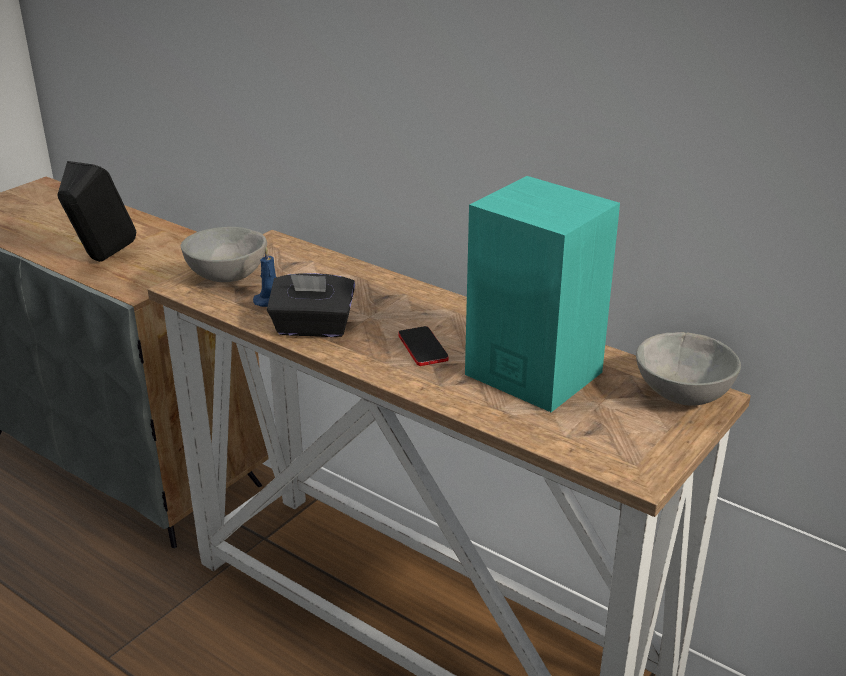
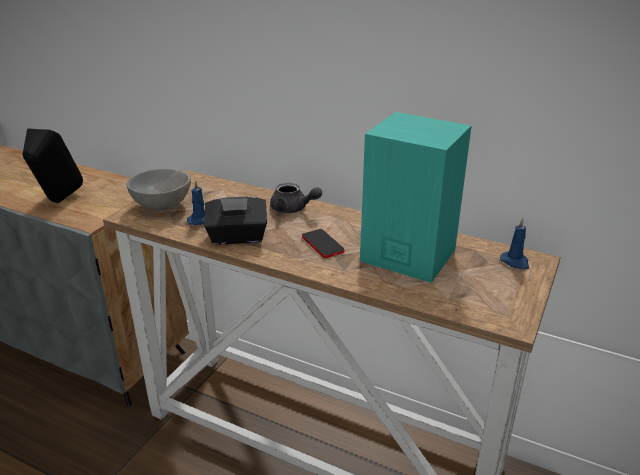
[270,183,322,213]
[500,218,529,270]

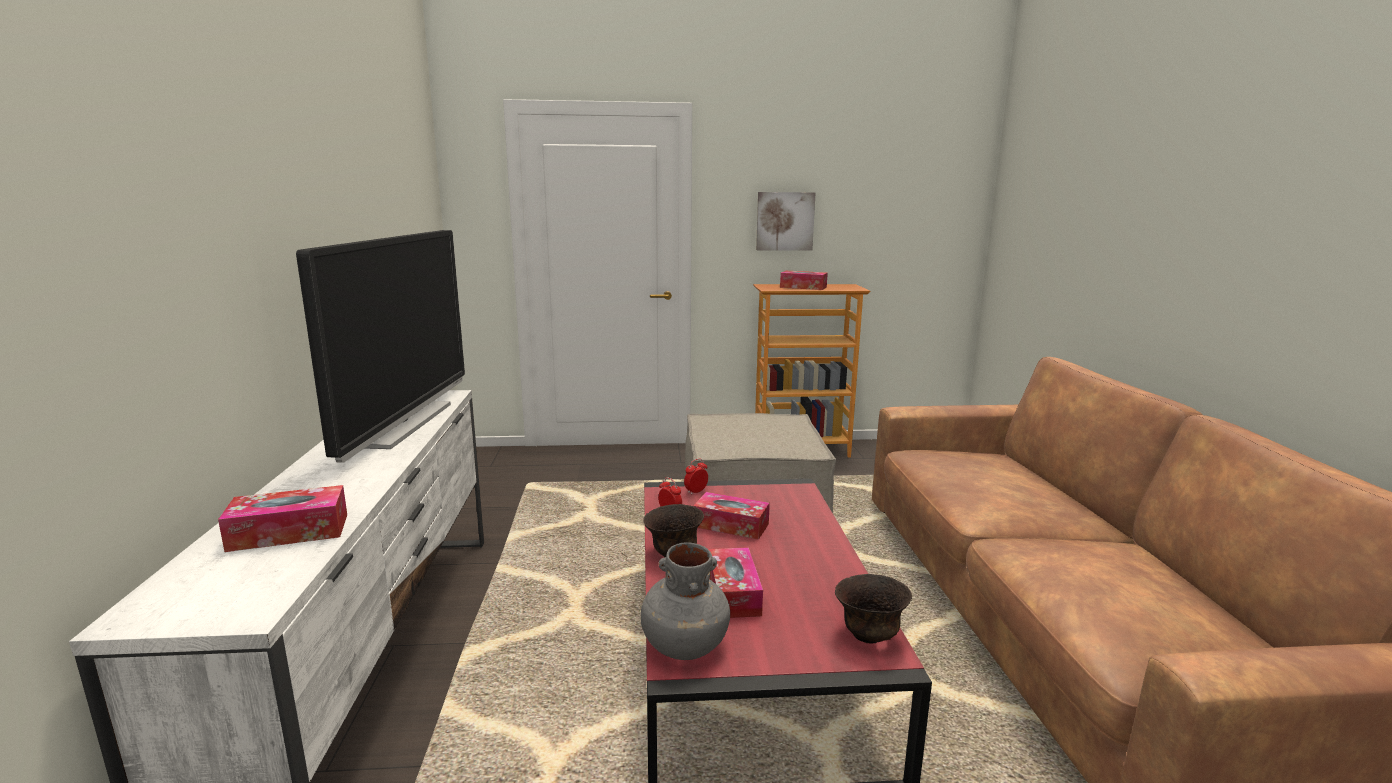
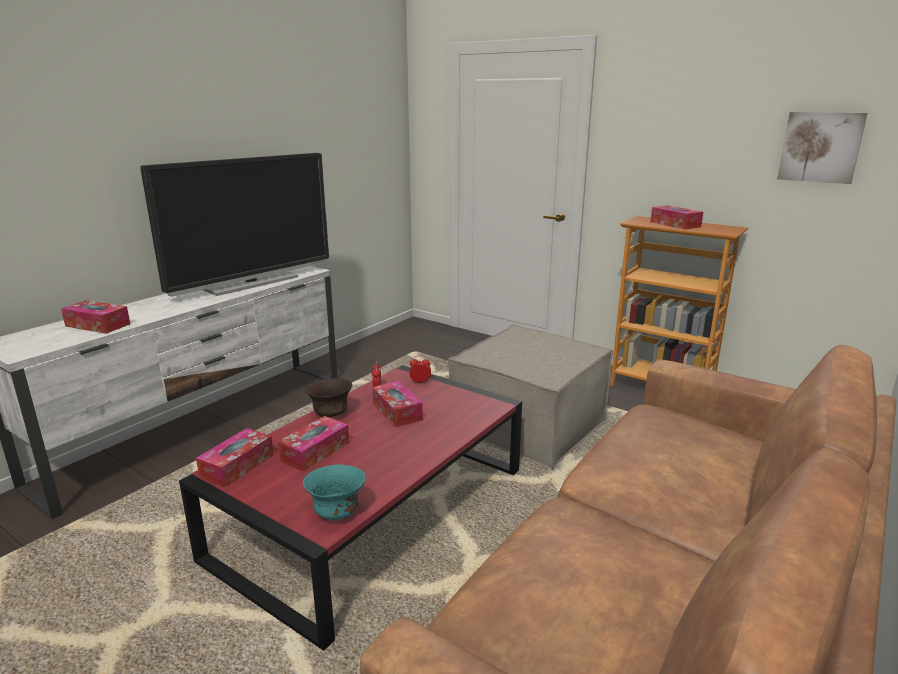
[777,112,867,184]
[196,428,274,488]
[303,464,366,520]

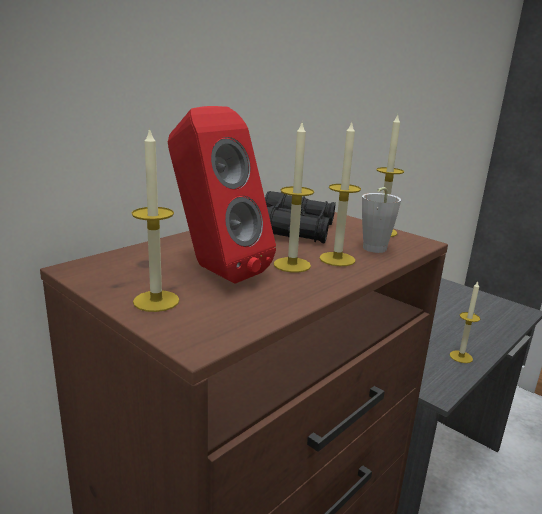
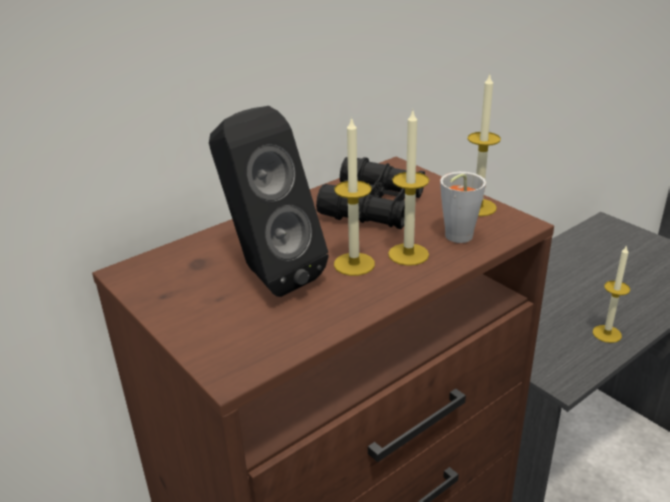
[132,127,180,312] (first image)
[209,106,328,297]

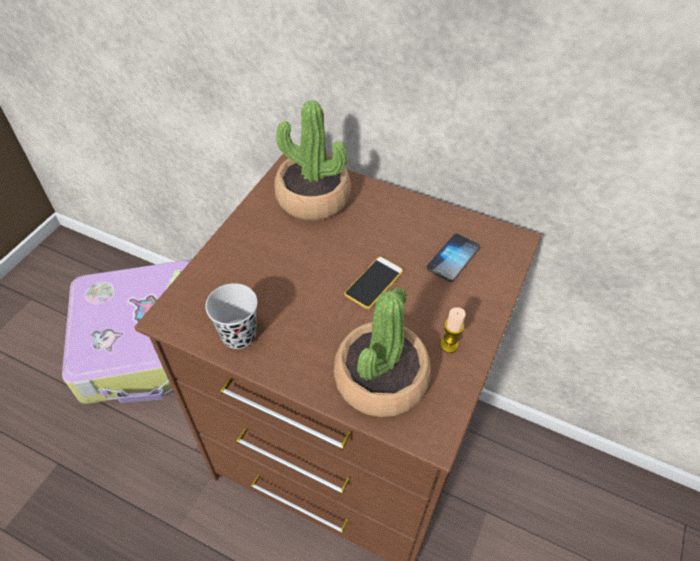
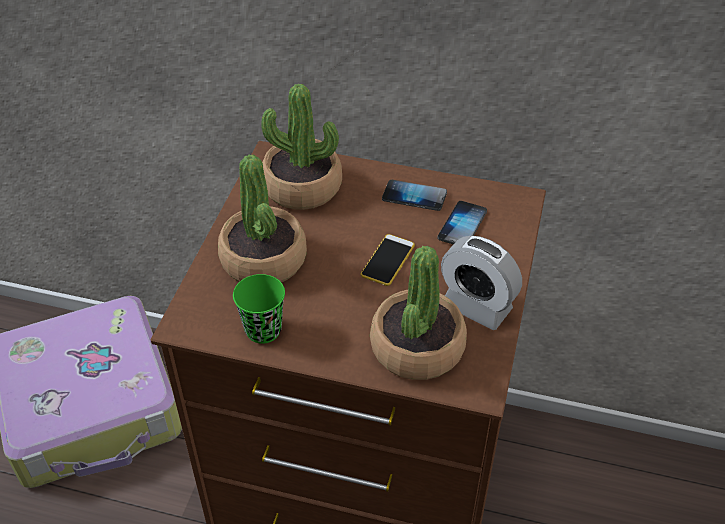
[218,155,307,283]
[382,180,447,211]
[441,236,522,330]
[233,274,285,344]

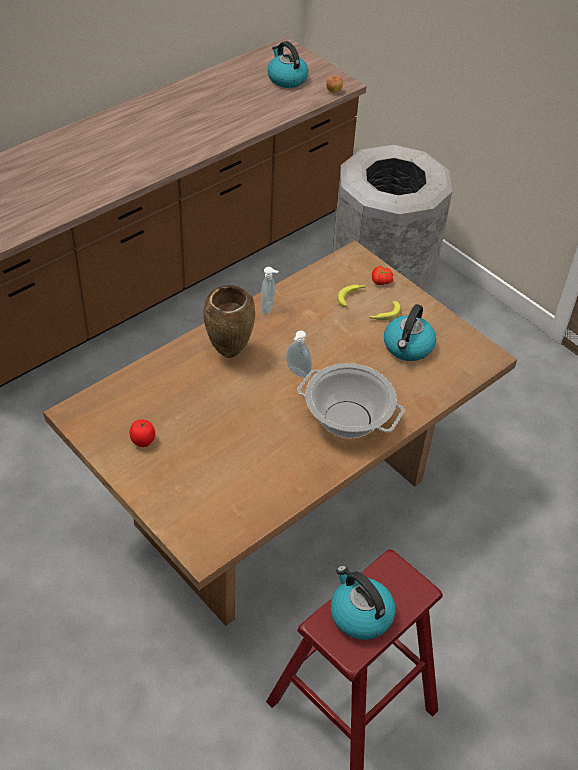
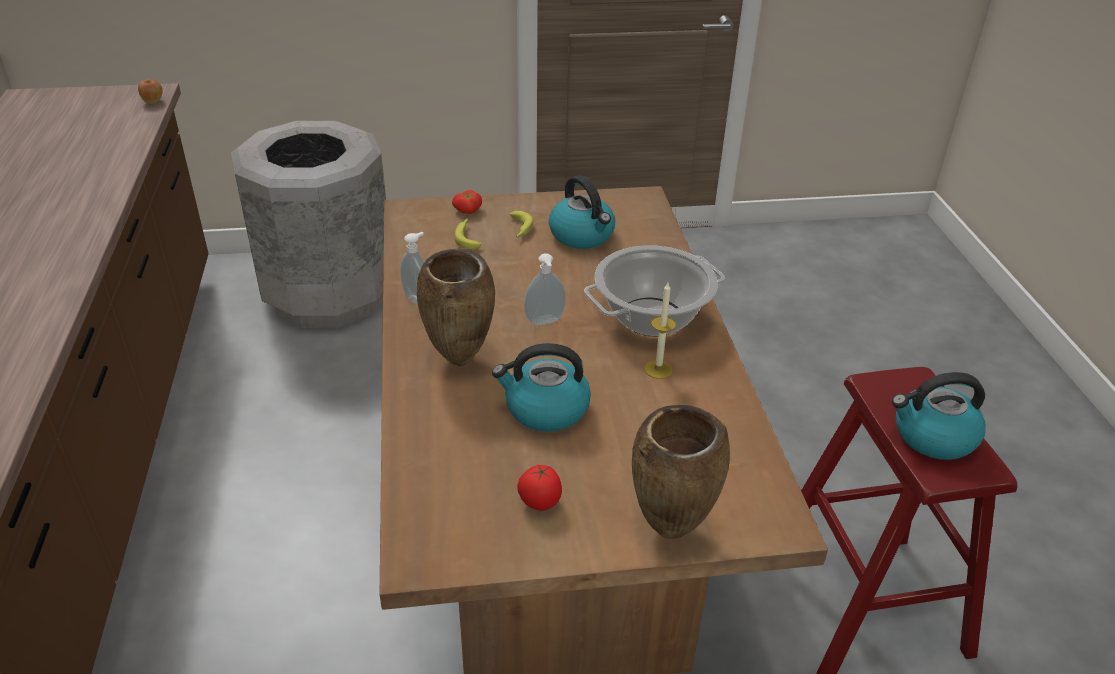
[632,405,730,539]
[644,283,676,379]
[492,343,591,432]

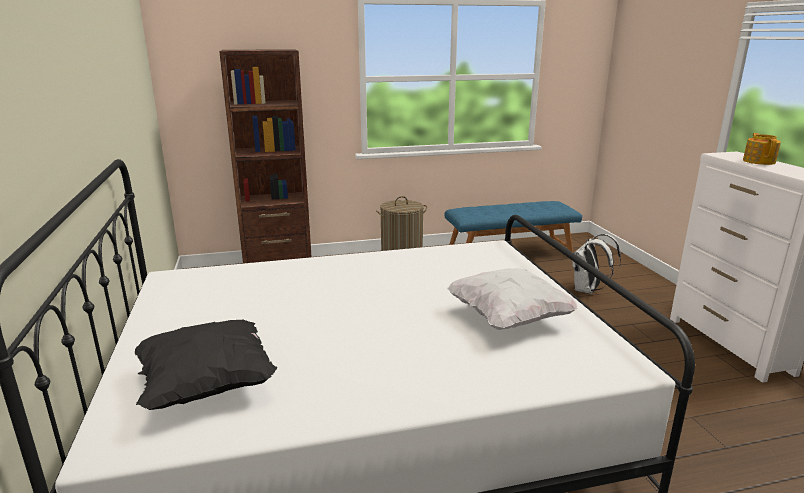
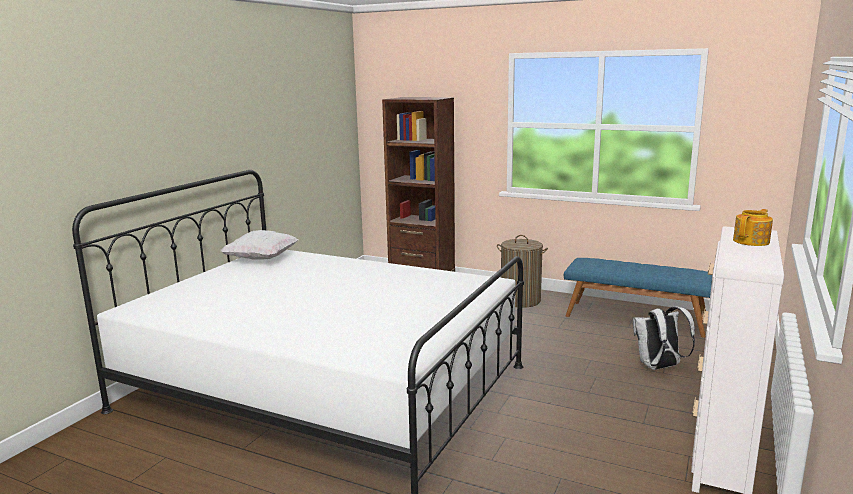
[135,320,277,410] (first image)
[221,230,299,260]

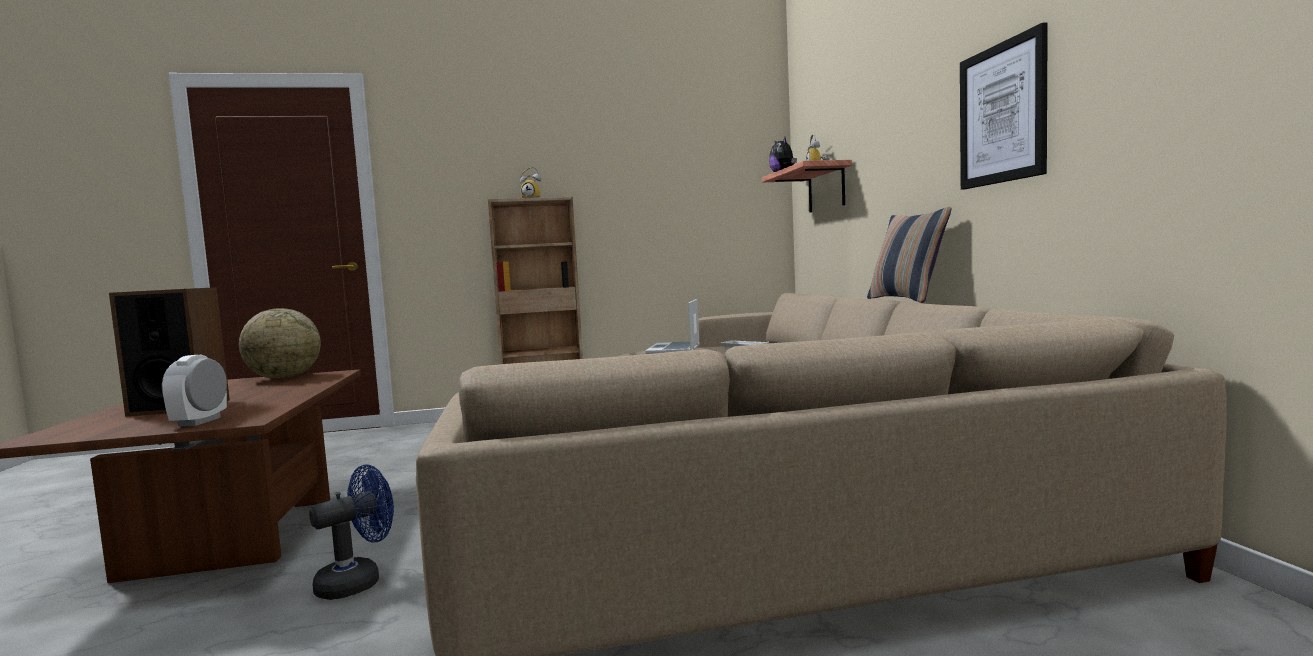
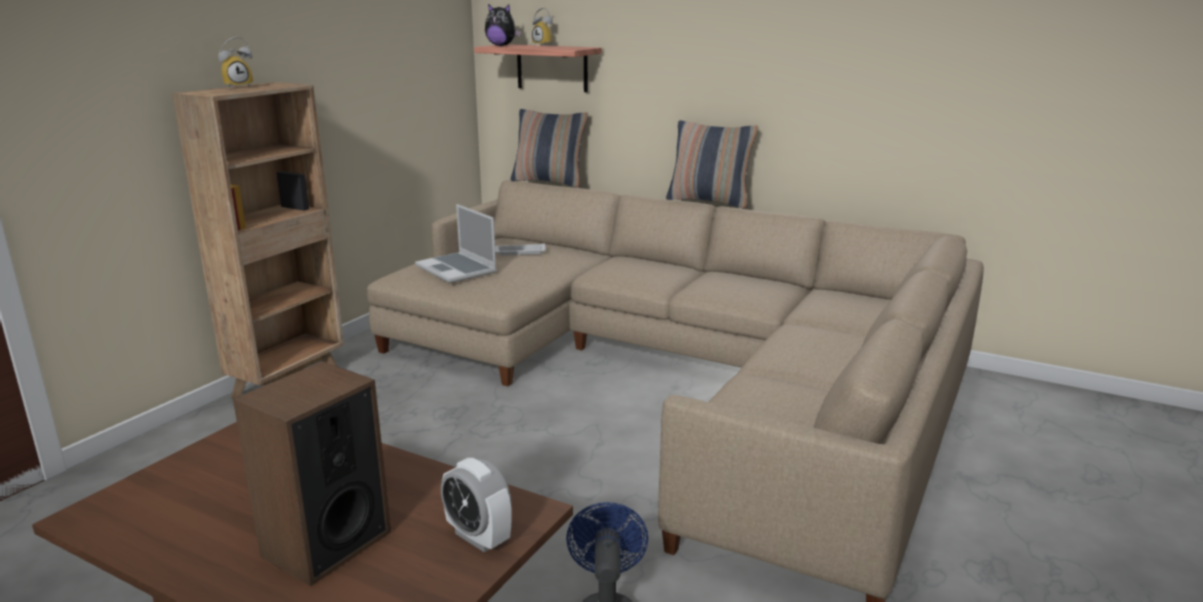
[239,308,321,379] (first image)
[960,23,1048,190] (first image)
[511,109,588,187]

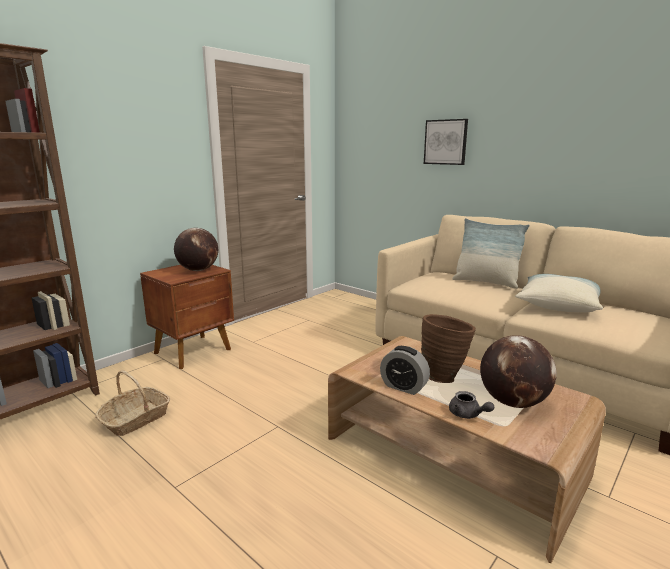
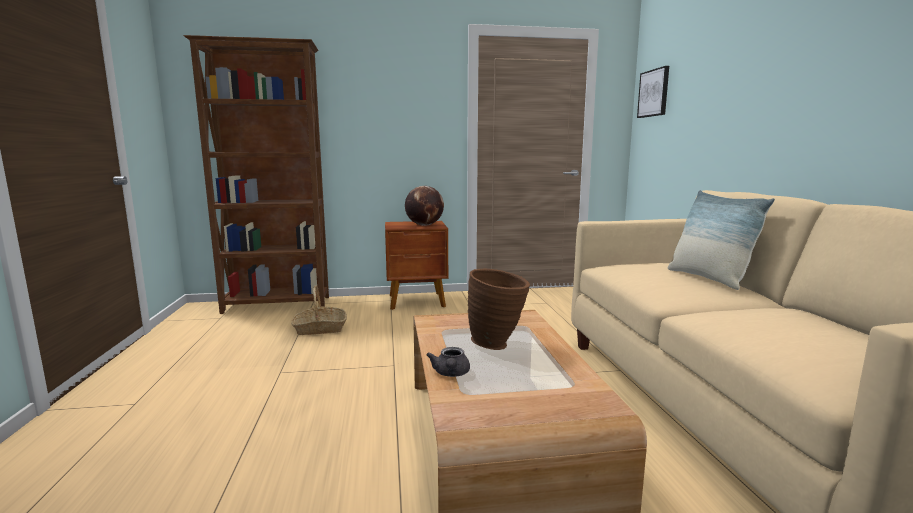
[380,346,430,395] (first image)
[480,335,557,408] (first image)
[515,274,603,313] (first image)
[637,66,669,118]

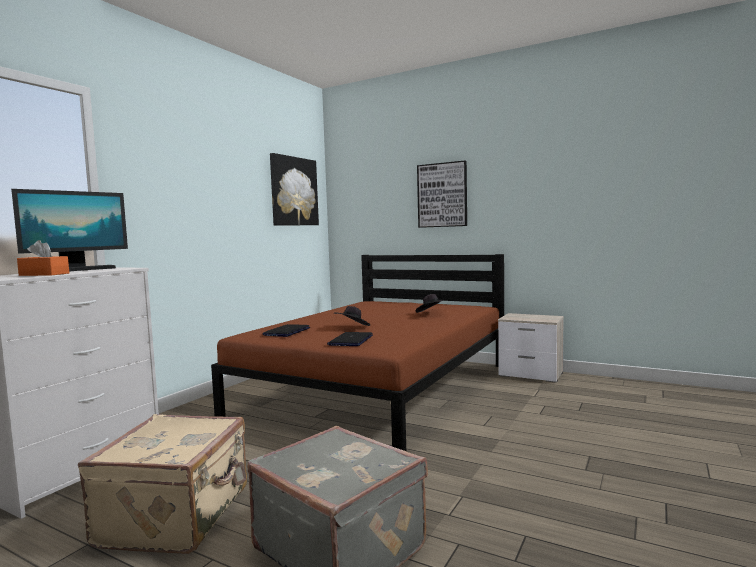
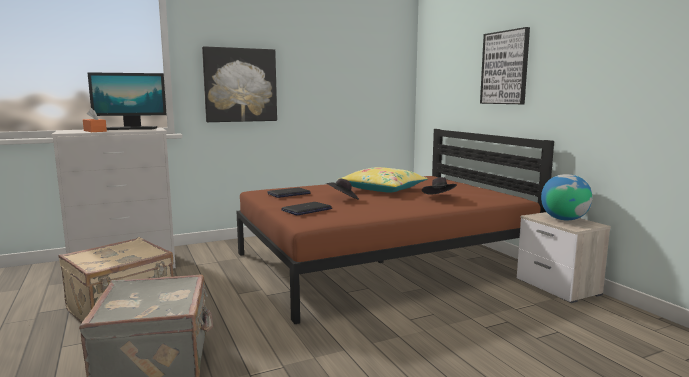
[342,167,428,193]
[541,174,592,220]
[202,46,277,122]

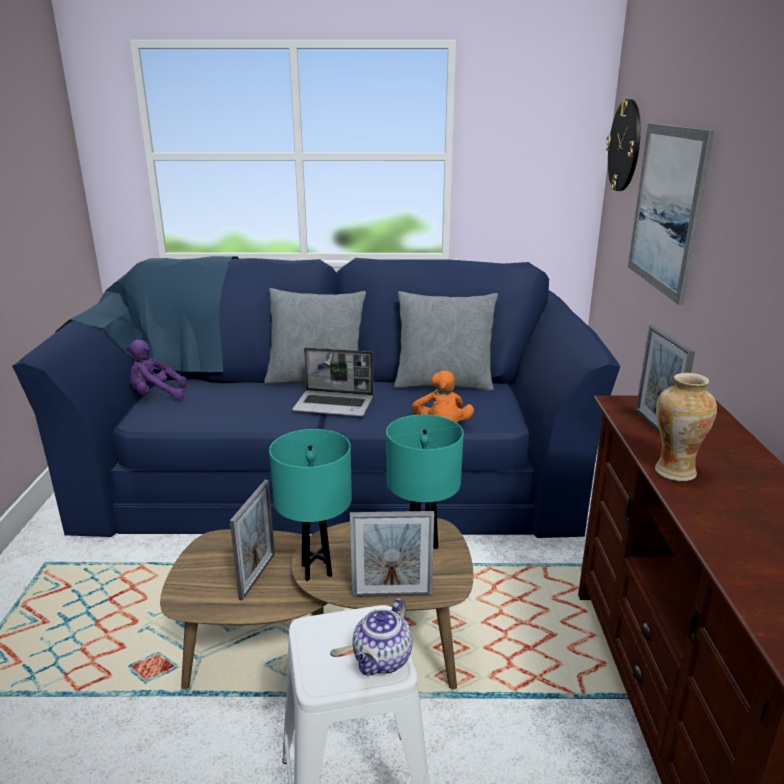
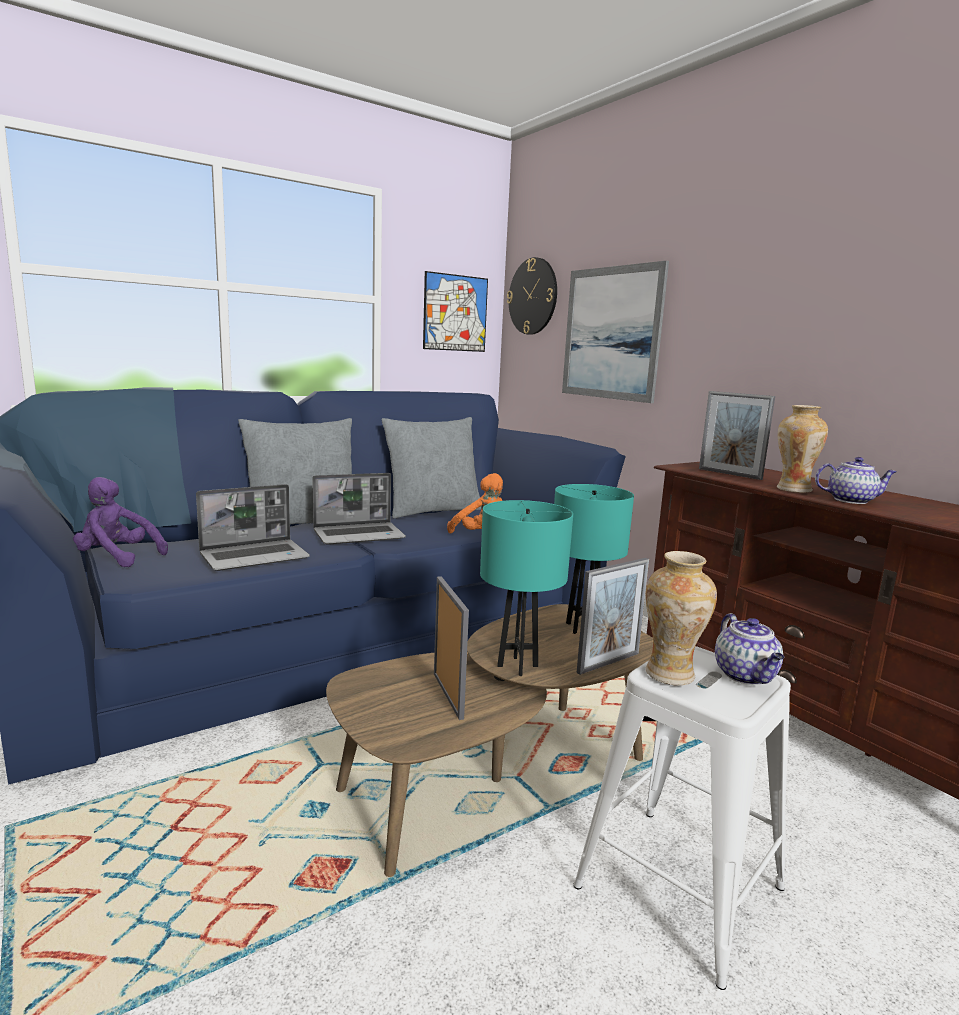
[196,484,310,571]
[423,271,488,352]
[646,551,717,685]
[815,457,897,504]
[73,477,168,567]

